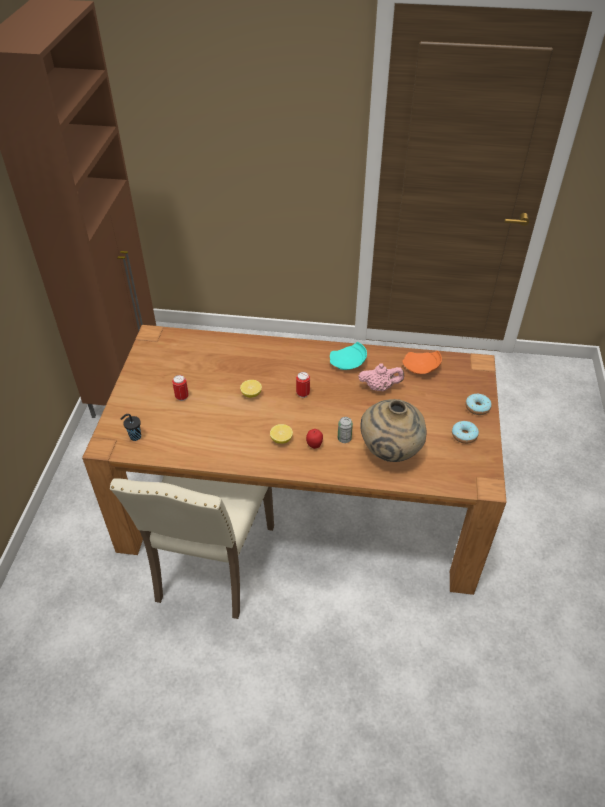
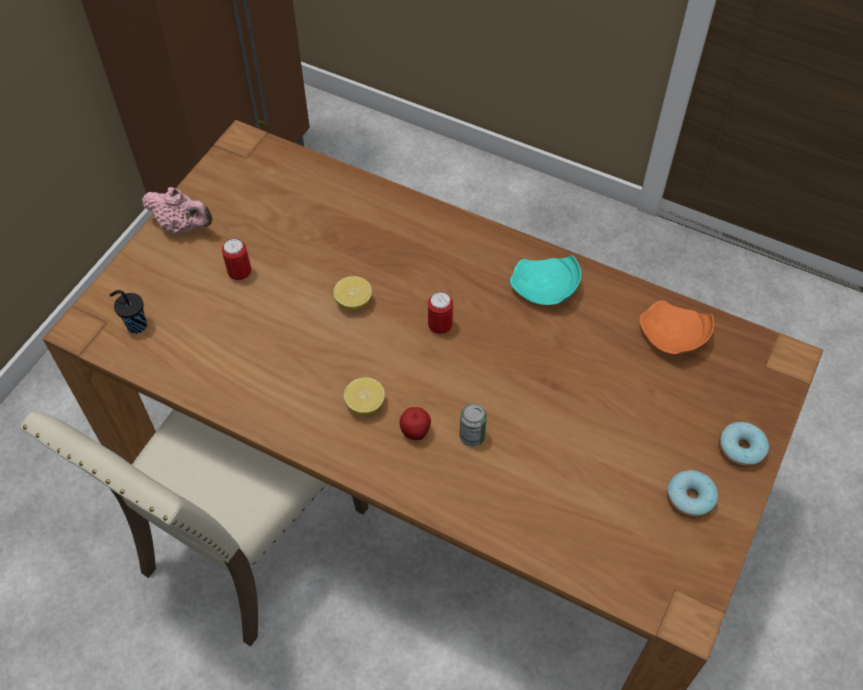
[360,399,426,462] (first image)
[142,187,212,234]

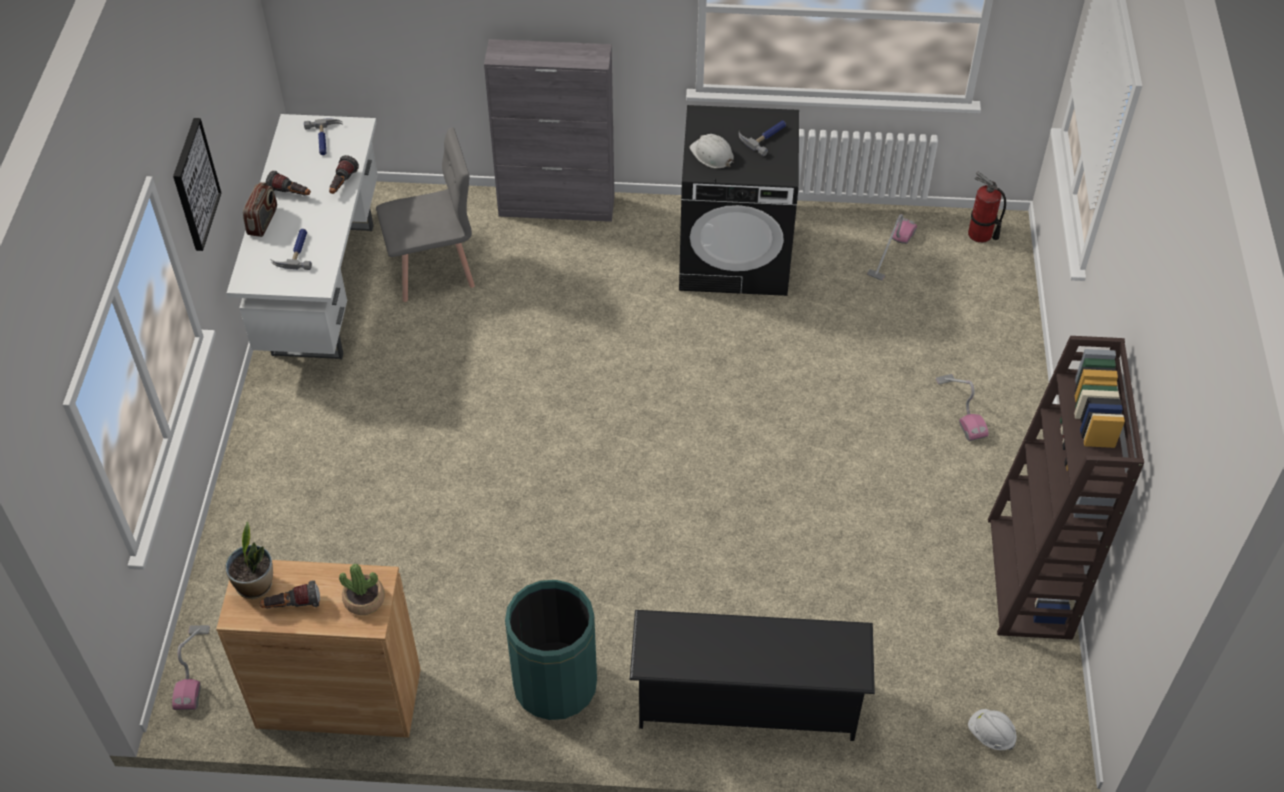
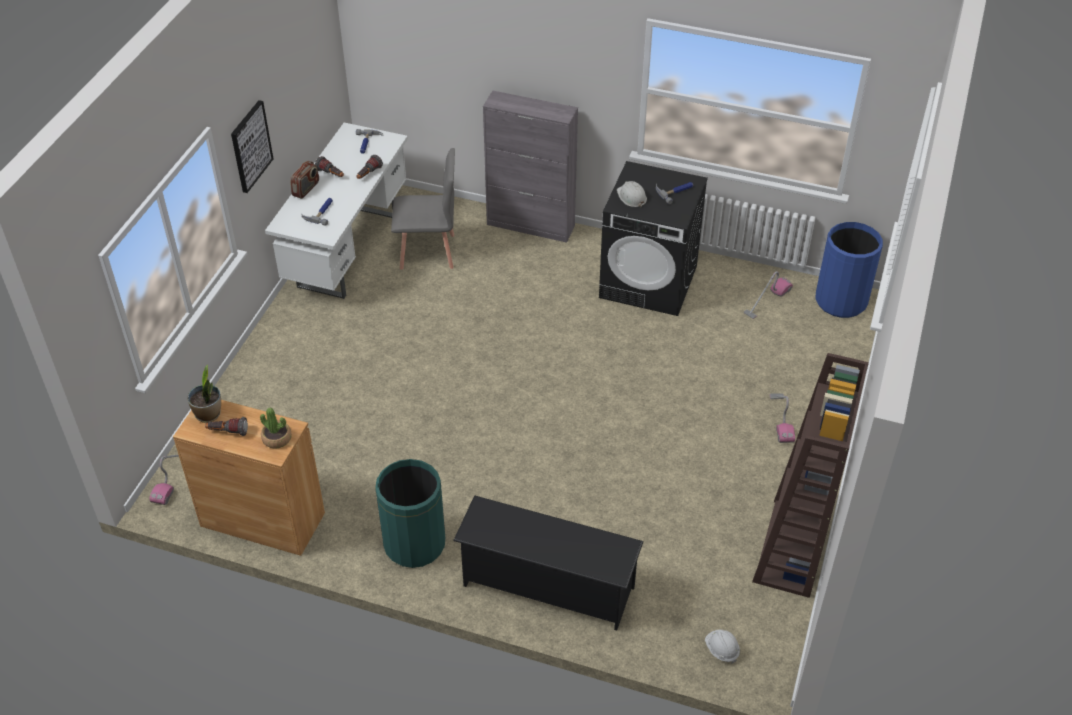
[816,222,883,318]

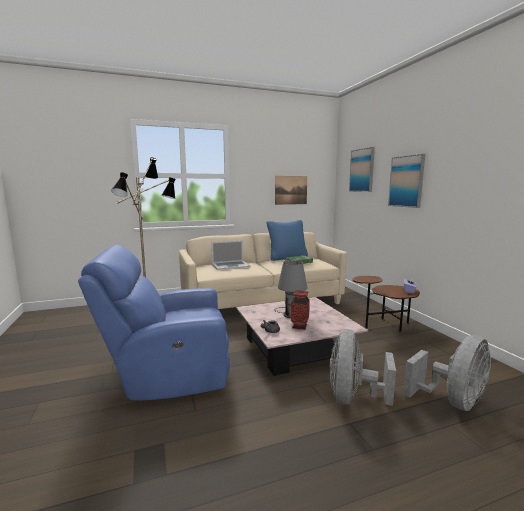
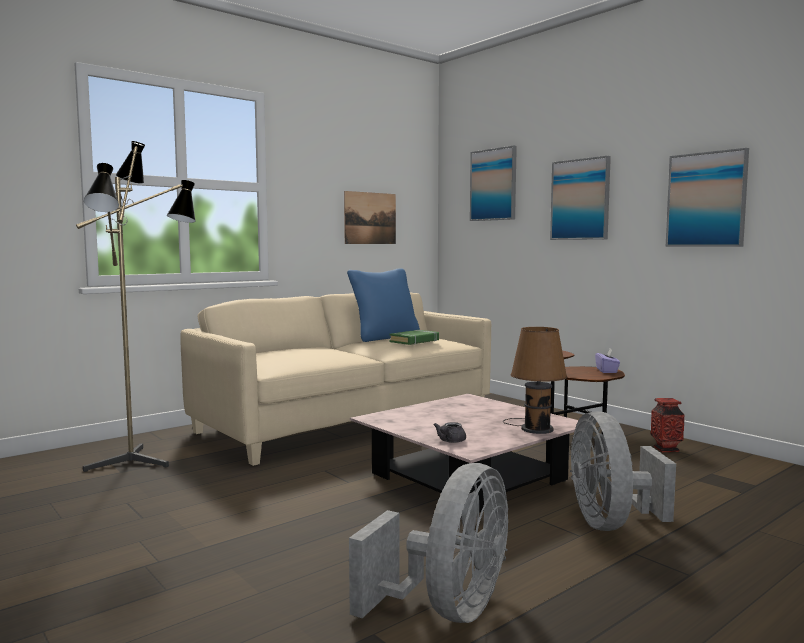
[78,245,230,400] (first image)
[211,240,251,270] (first image)
[276,260,308,318] (first image)
[503,327,567,434]
[666,148,749,247]
[651,398,685,452]
[349,463,508,623]

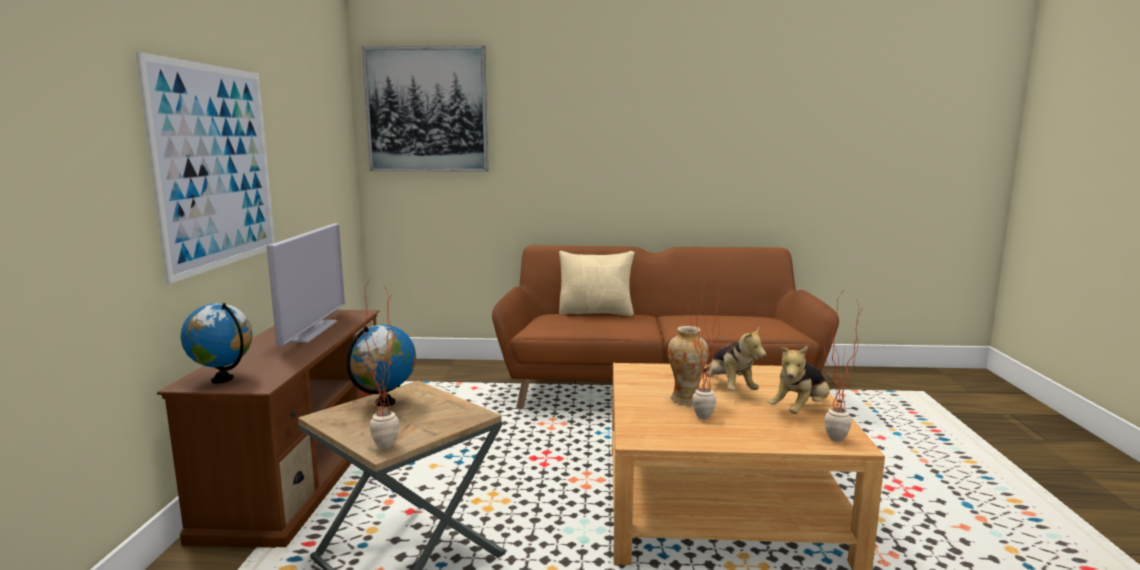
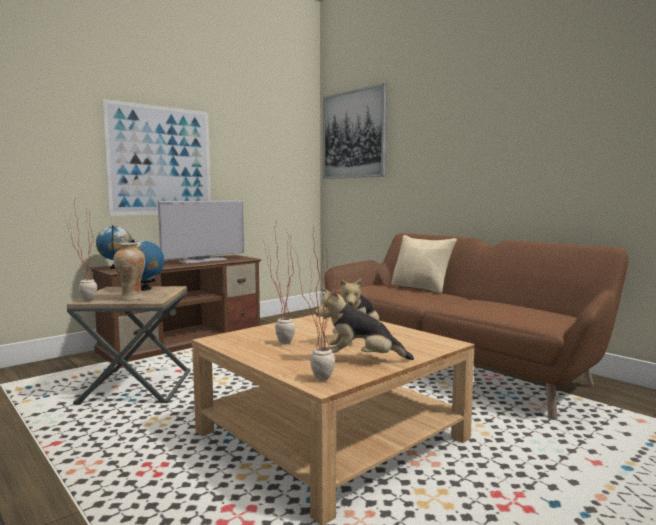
[113,243,145,300]

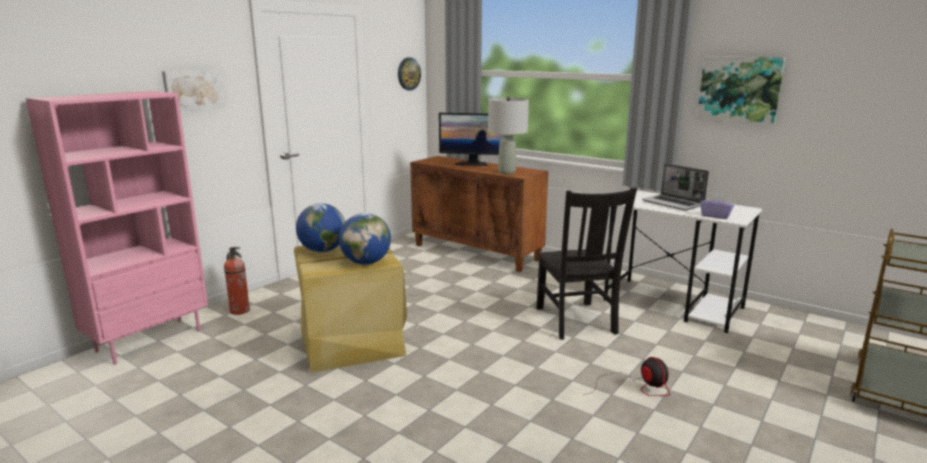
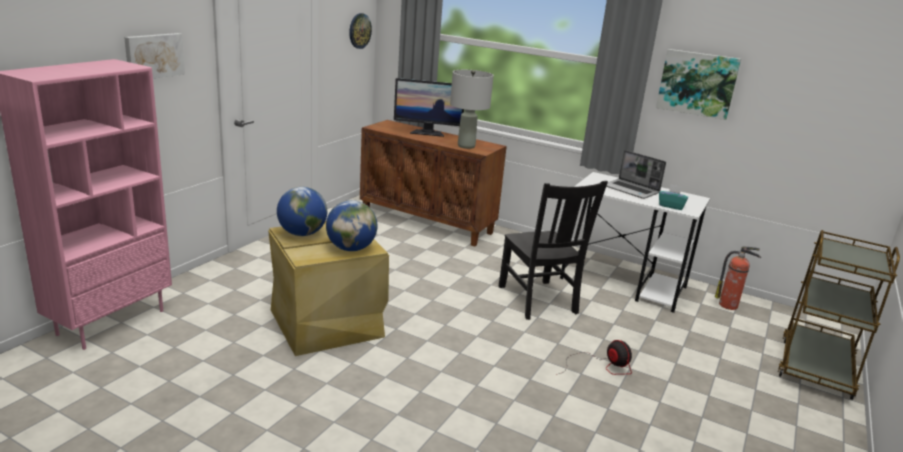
[715,247,761,310]
[659,184,688,210]

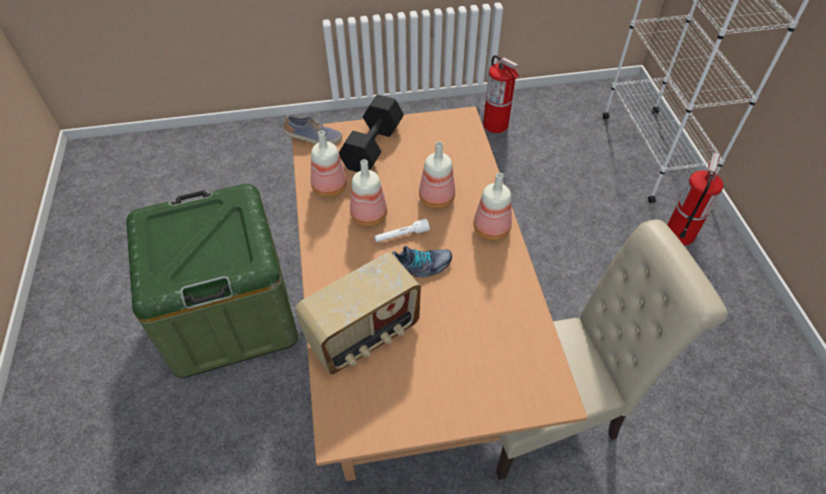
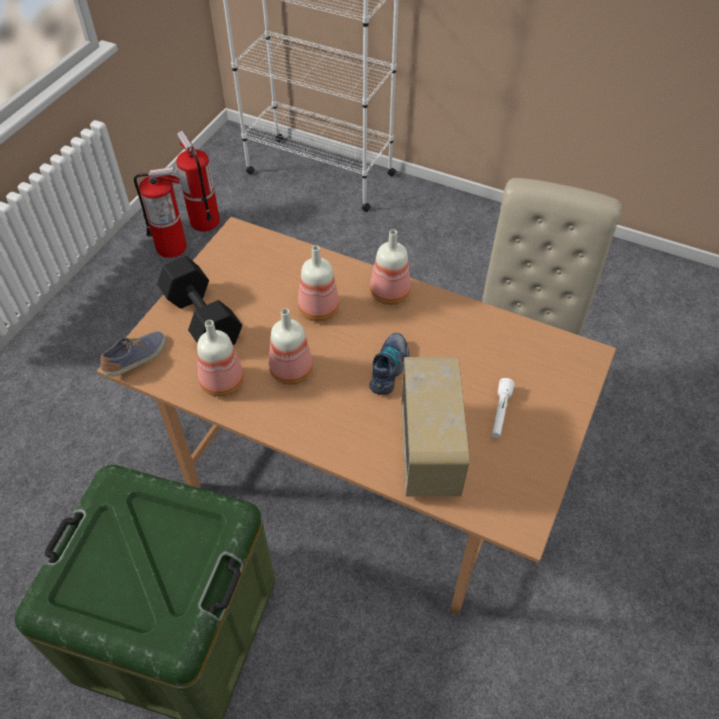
[492,378,515,438]
[176,131,220,231]

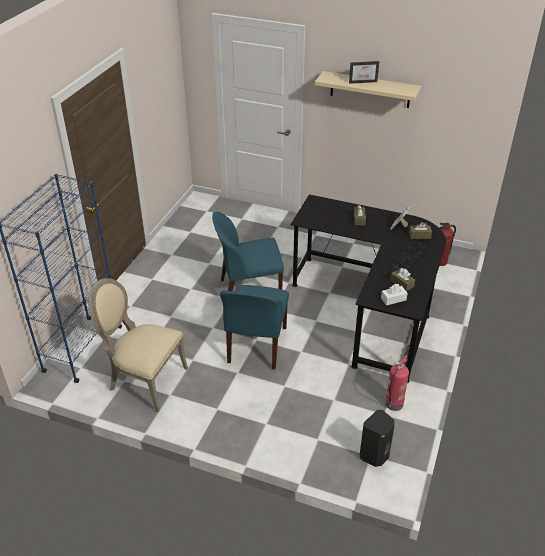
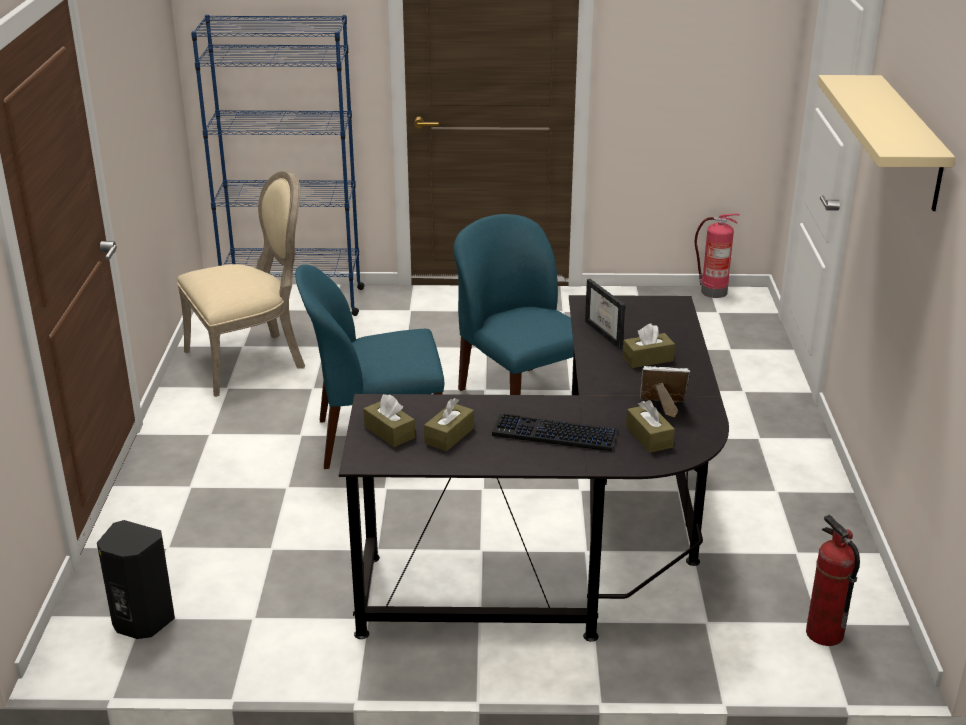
[585,279,625,349]
[695,213,740,298]
[363,394,415,447]
[177,171,305,397]

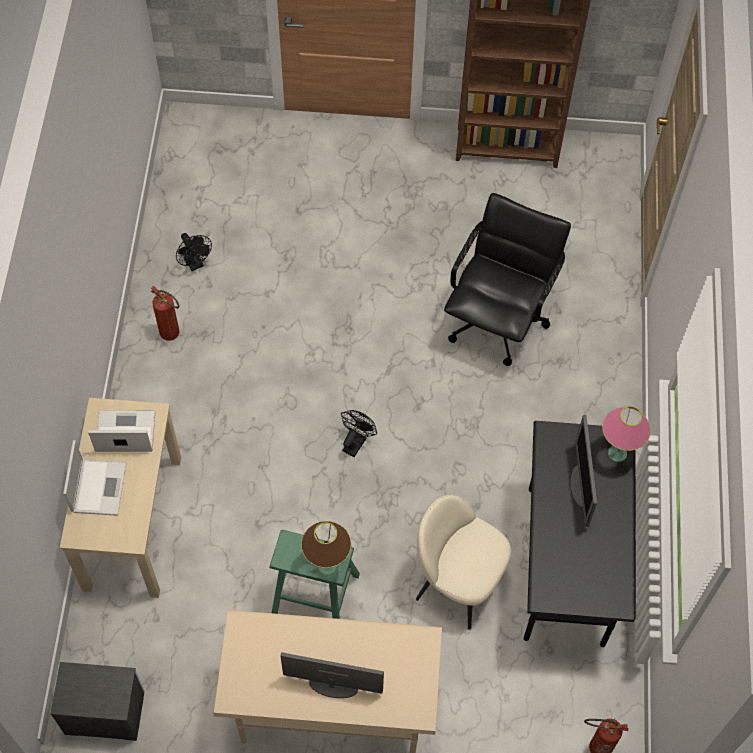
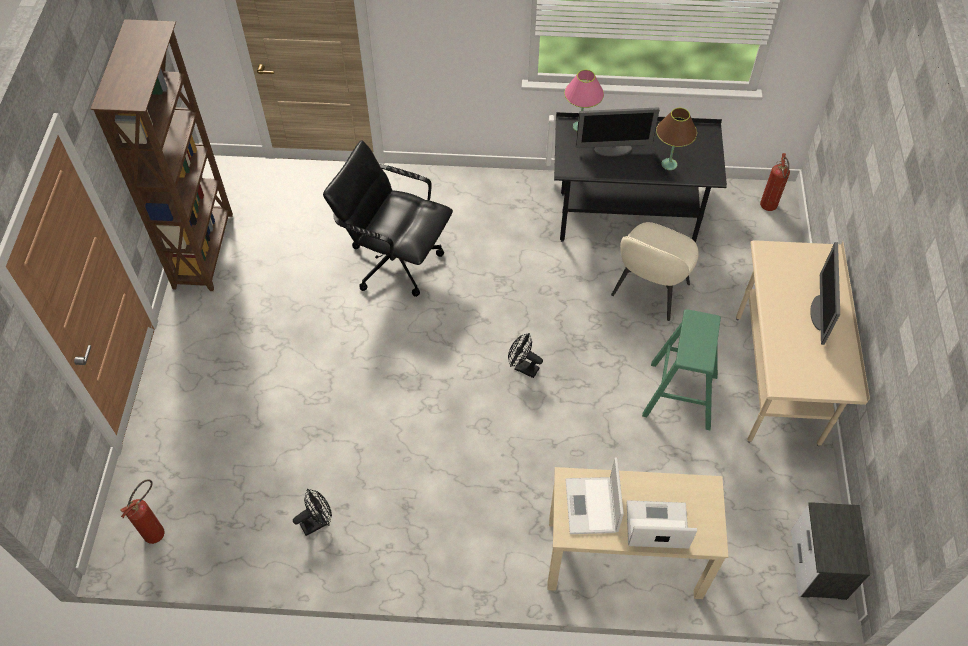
[120,479,164,544]
[656,108,697,170]

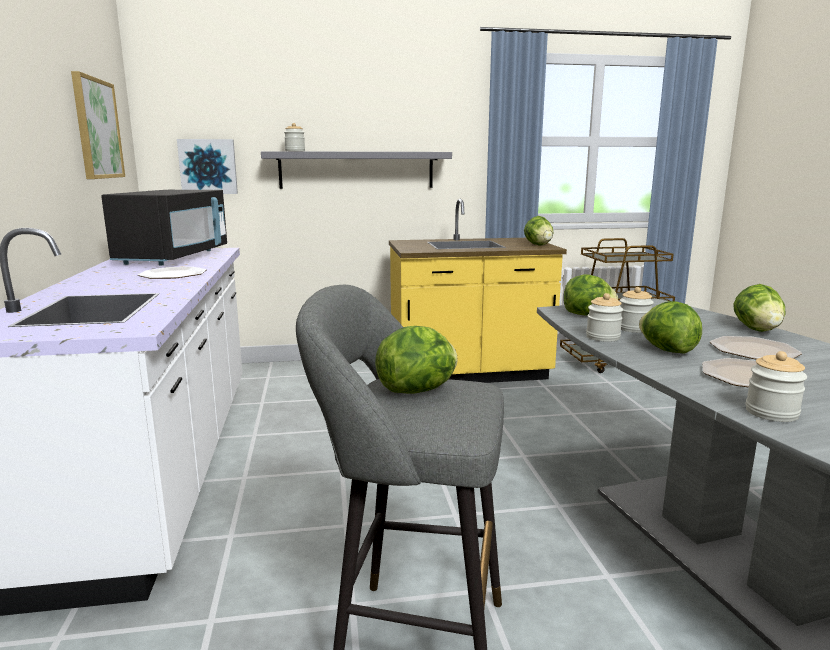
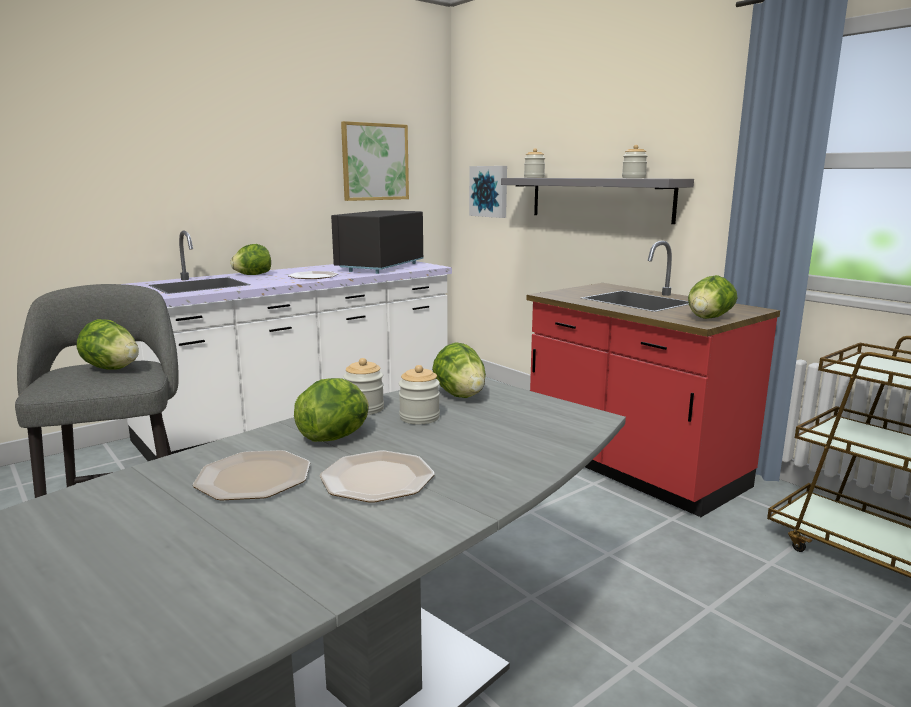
[230,244,271,275]
[622,145,647,178]
[527,241,780,517]
[331,210,423,274]

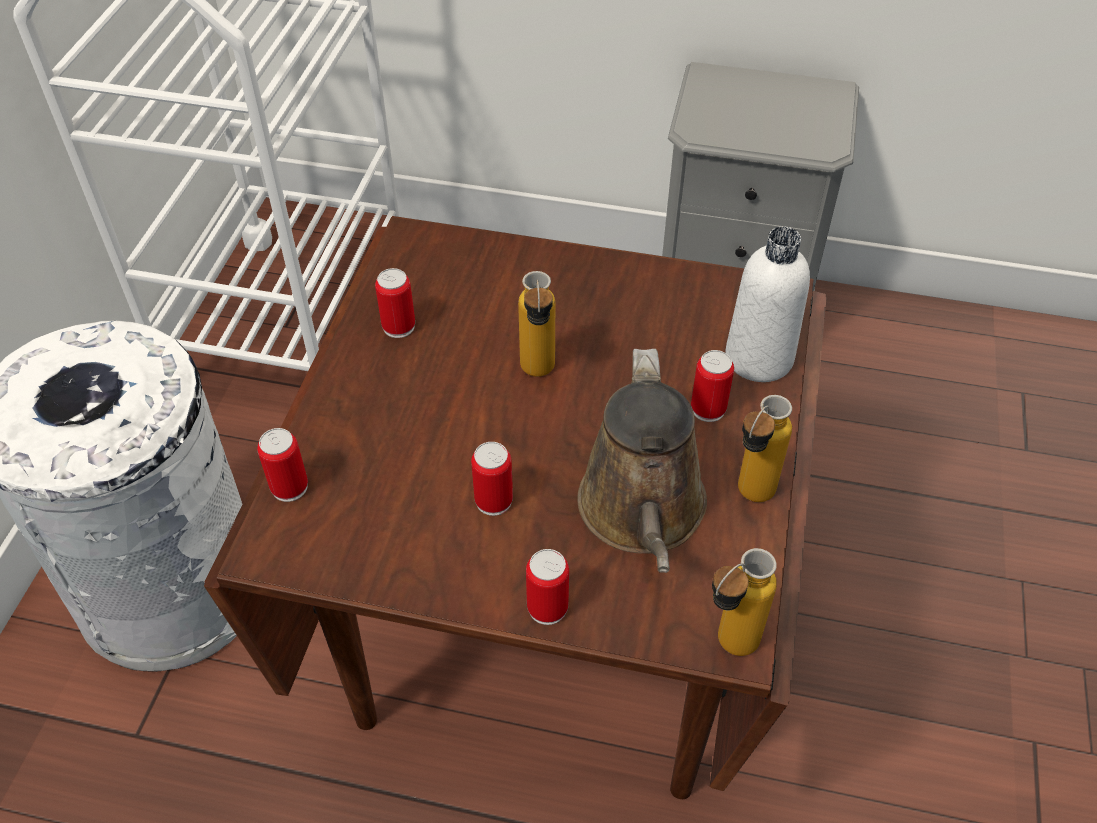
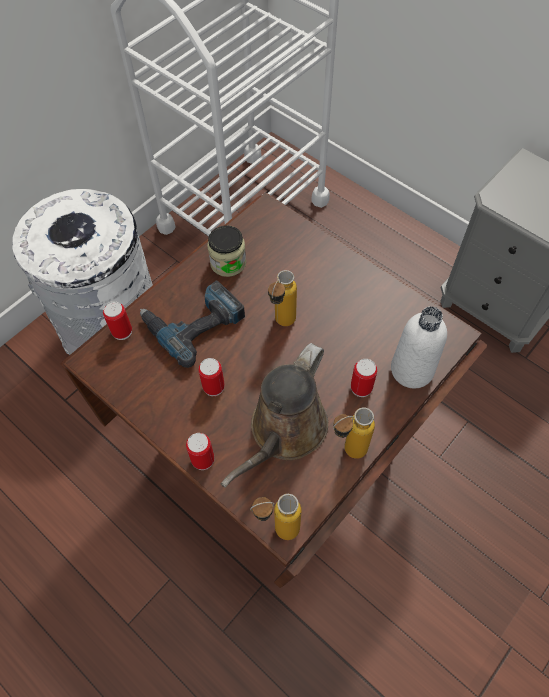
[140,280,245,368]
[207,225,246,277]

